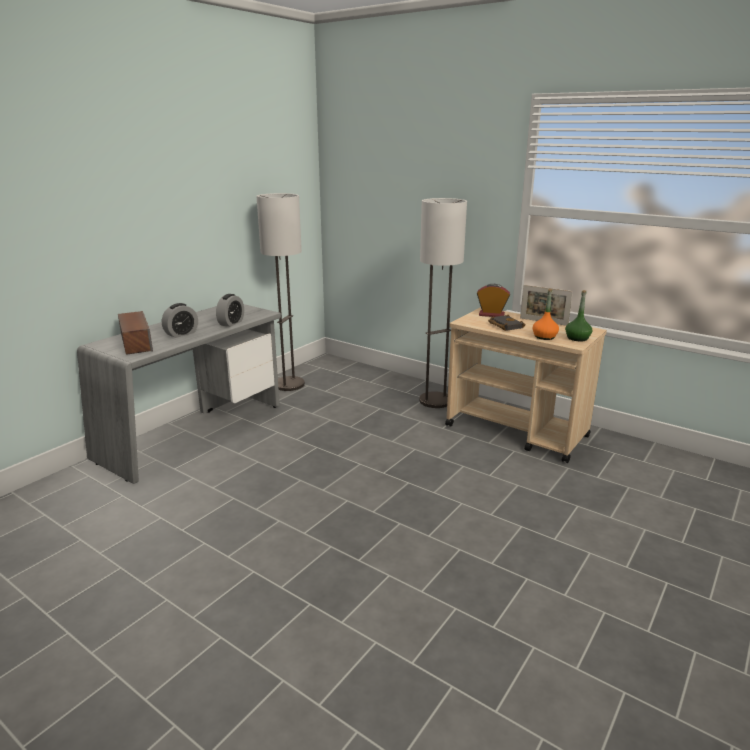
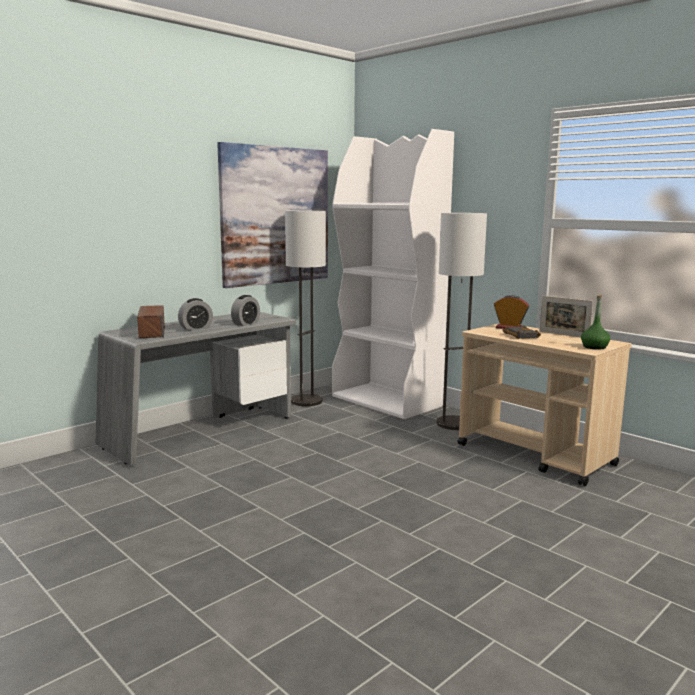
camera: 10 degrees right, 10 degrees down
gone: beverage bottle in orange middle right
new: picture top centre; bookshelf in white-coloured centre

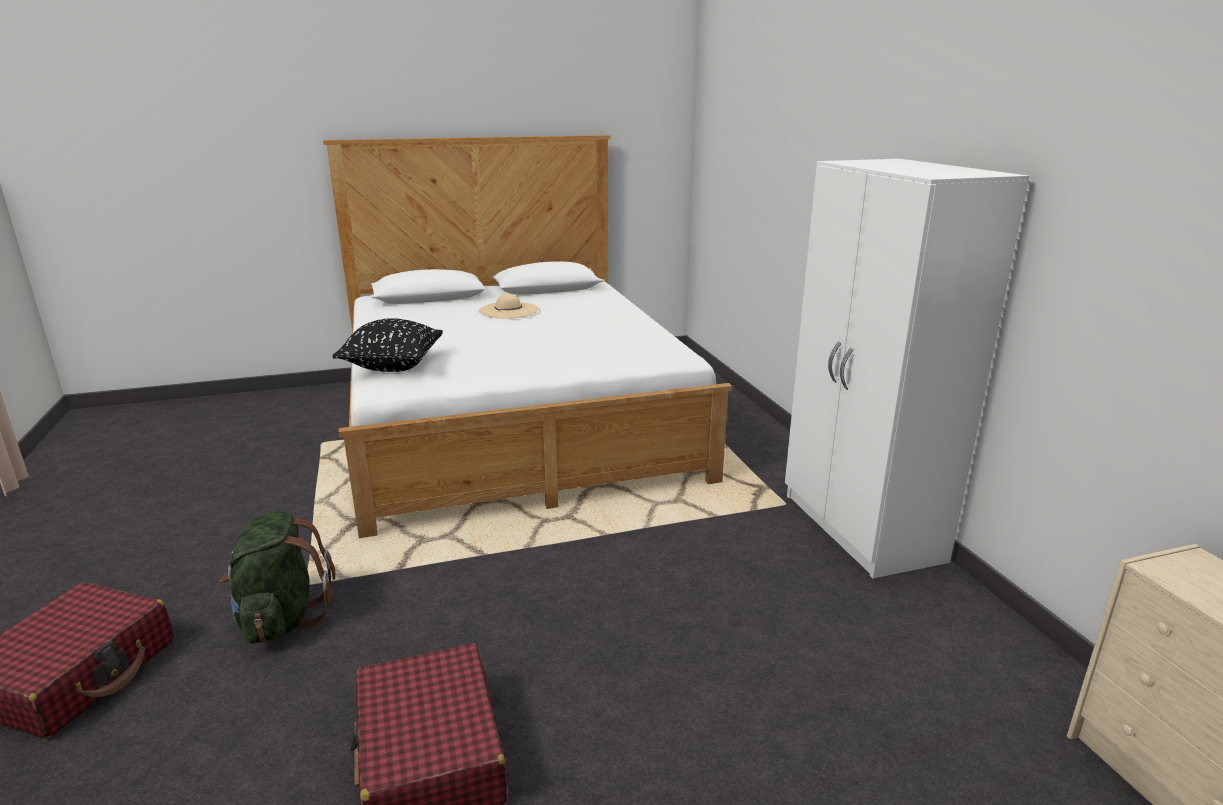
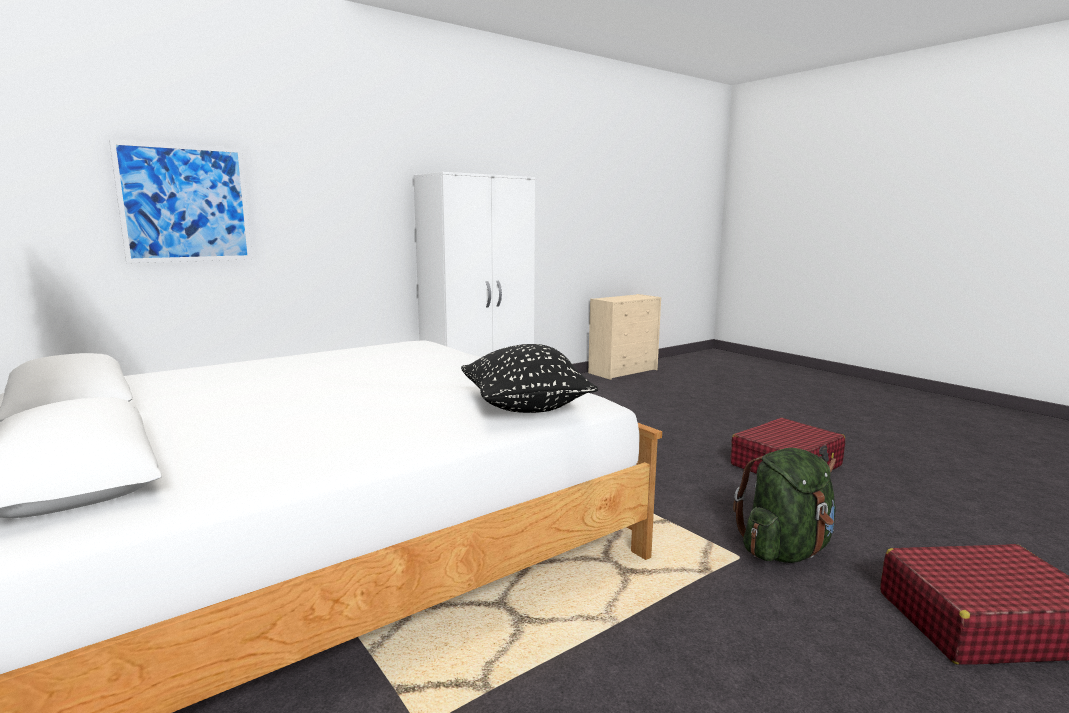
camera: 110 degrees left, 10 degrees down
gone: hat in beige-coloured centre
new: picture top left

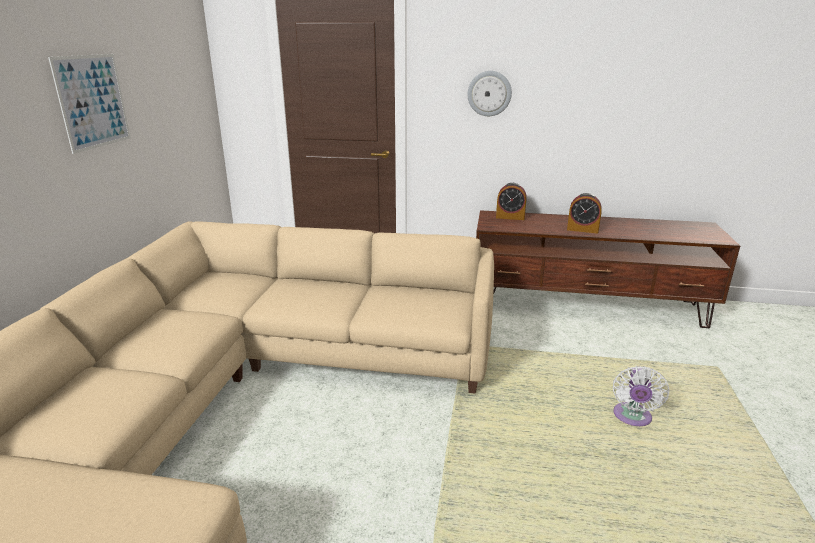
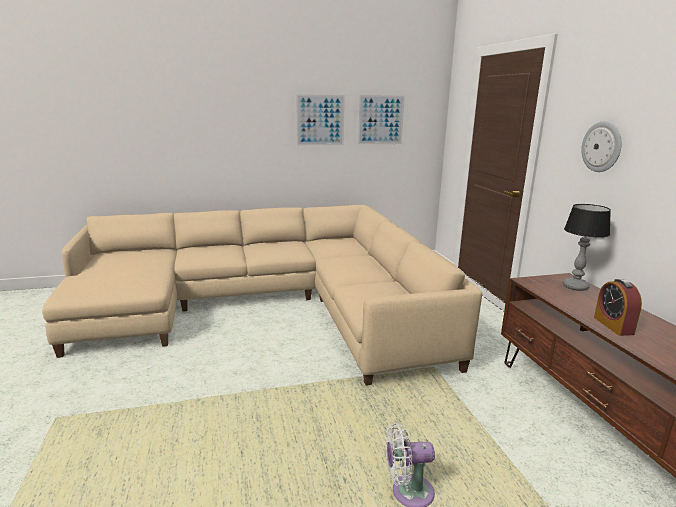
camera: 65 degrees right, 5 degrees down
new: picture (no. 2 from left) top centre
swapped: table clock (no. 1 from left) centre to table lamp middle right

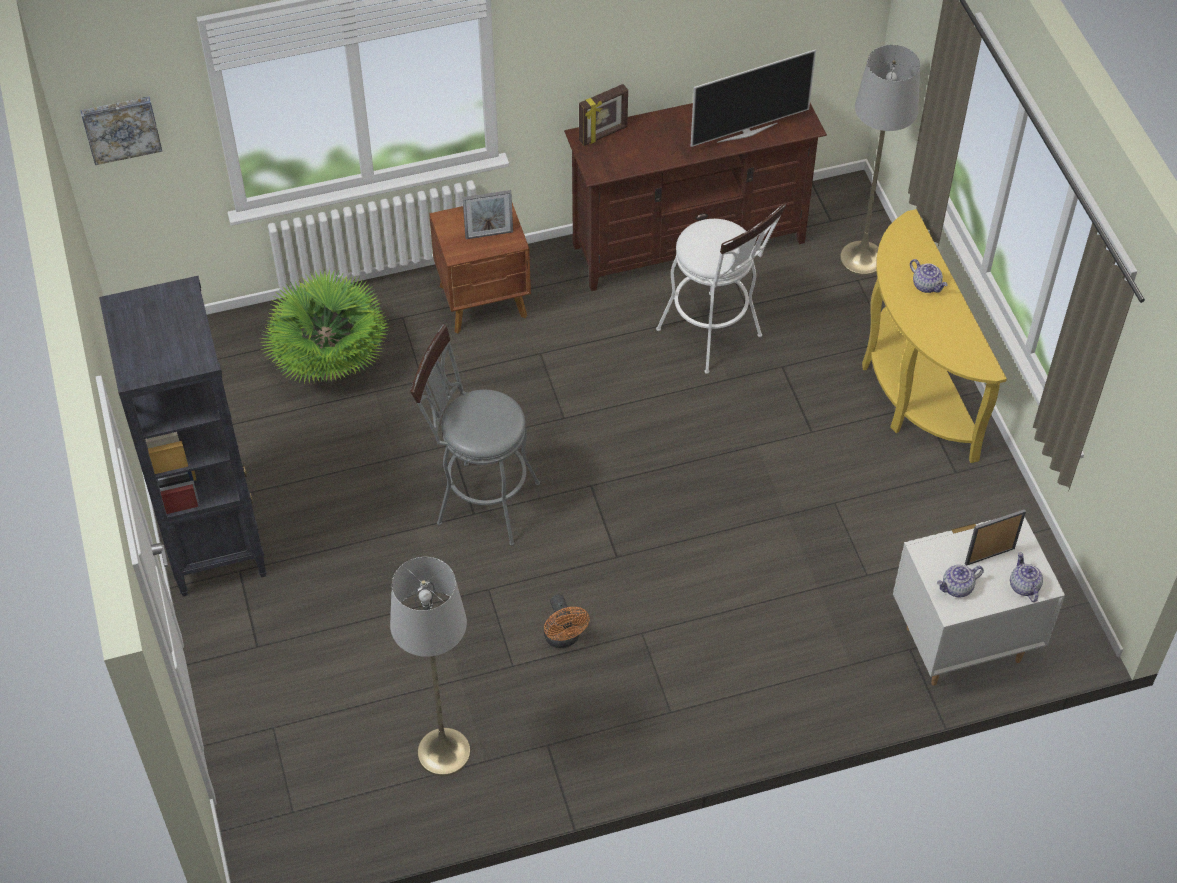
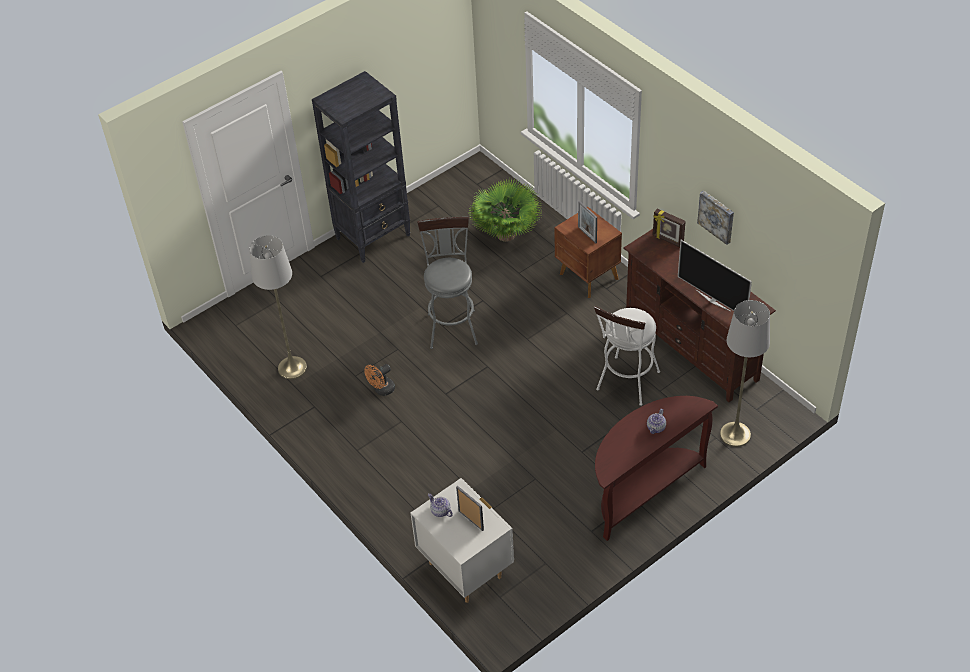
camera: 70 degrees right, 5 degrees down
gone: teapot (no. 3 from left) middle right
shifted: picture top left to top right
repainted: hall table in yellow-coloured middle right to hall table in brown bottom right

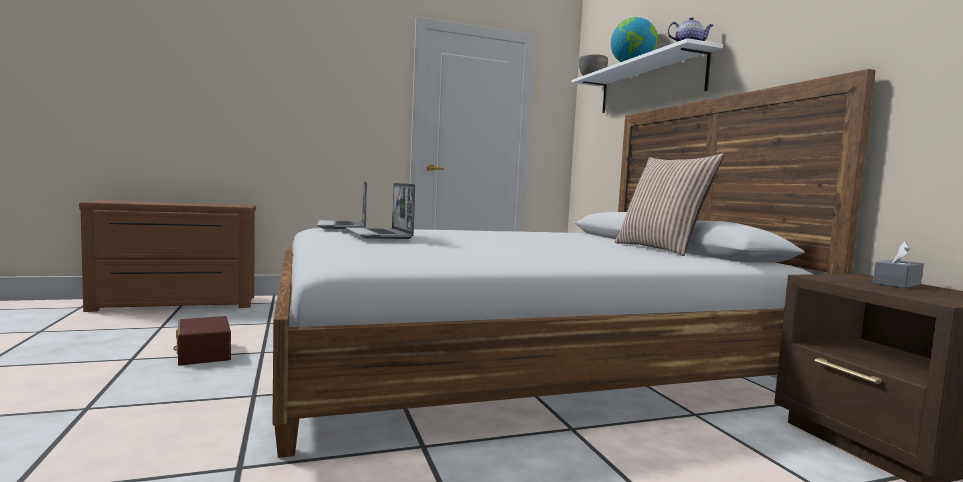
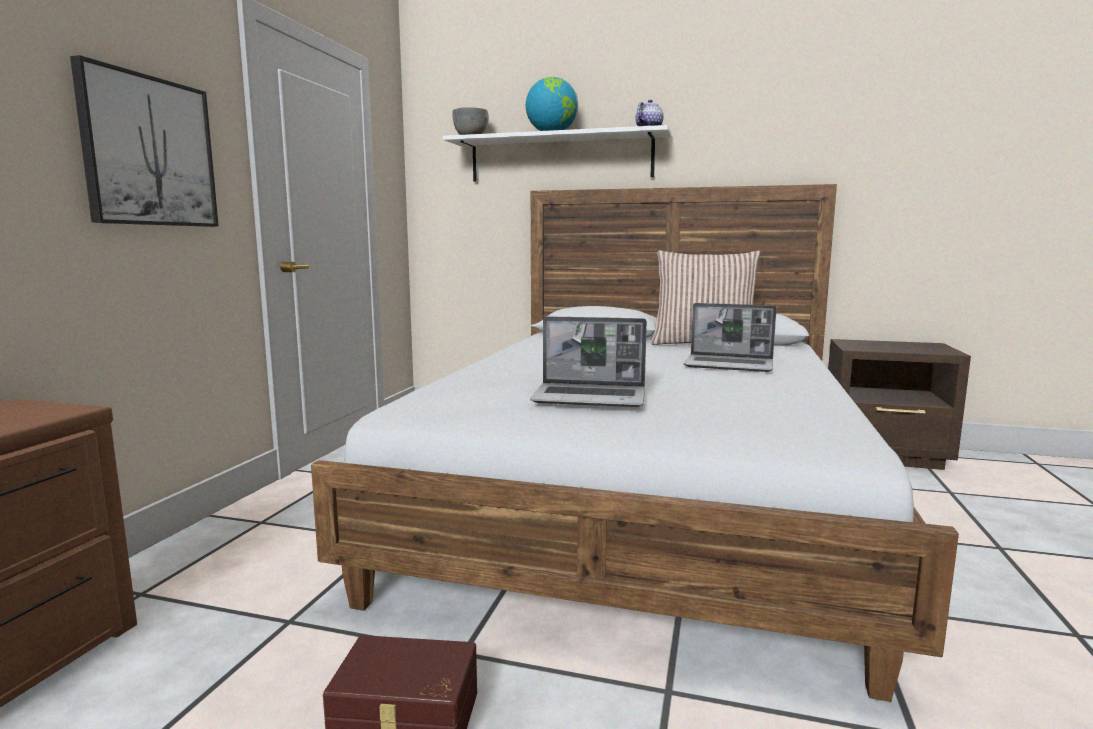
camera: 55 degrees left, 5 degrees up
gone: tissue box in grey middle right
new: picture top left
shifted: laptop (no. 1 from left in the first image) centre to laptop (no. 2 from left) middle right

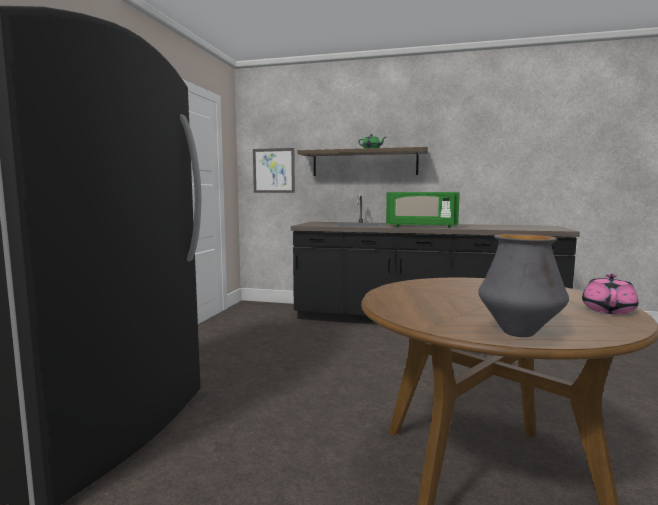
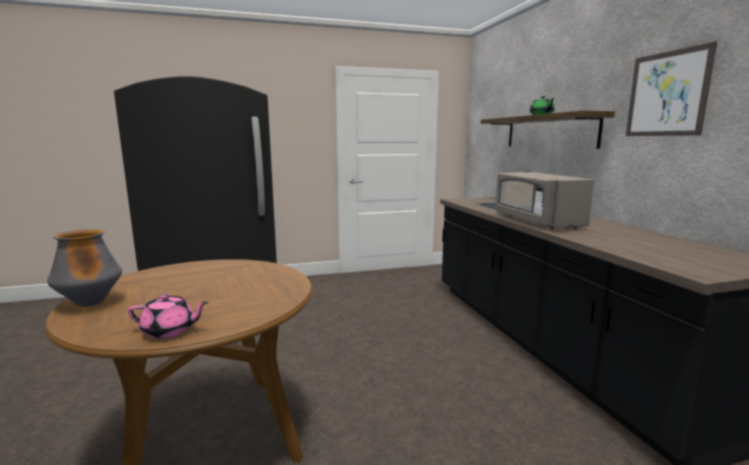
camera: 60 degrees right, 5 degrees up
shifted: picture centre to top right
repainted: kitchen microwave in green centre to kitchen microwave in grey middle right

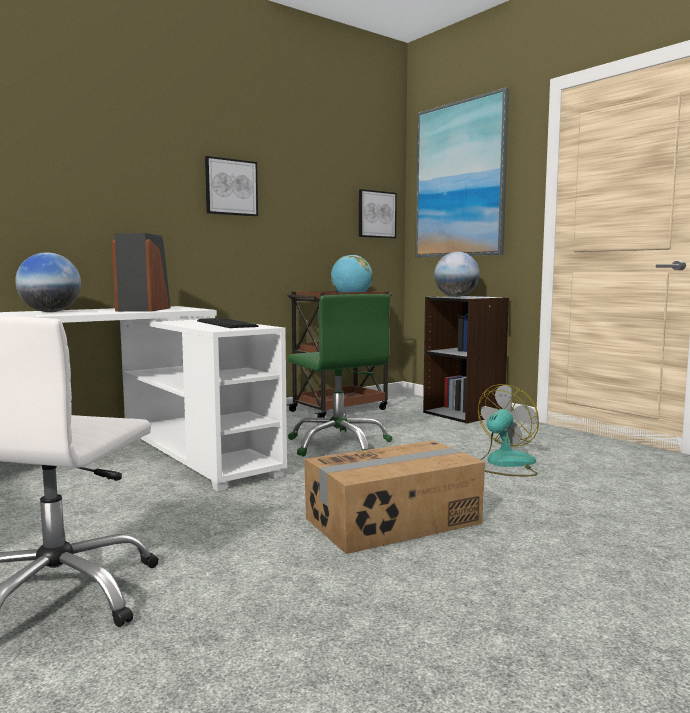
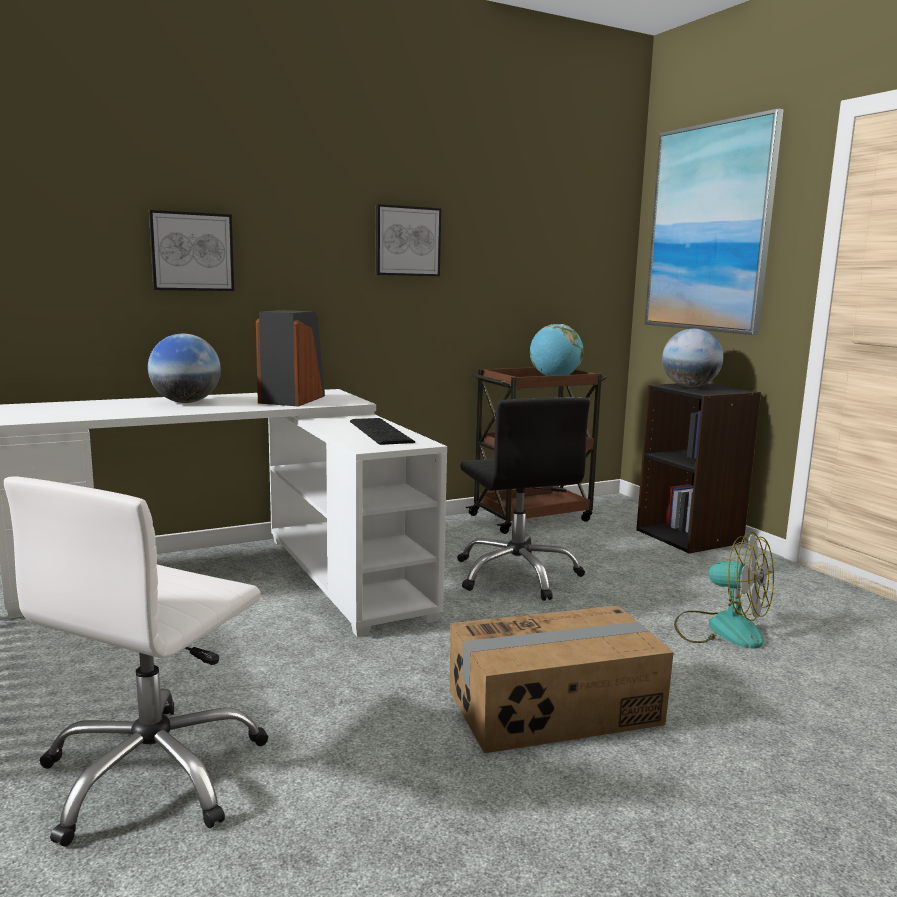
camera: 10 degrees right, 5 degrees up
shifted: picture (no. 2 from left in the first image) top centre to picture (no. 1 from left) top left
repainted: office chair in green centre to office chair in black centre
rotated: cooling fan middle right = middle right 75 degrees clockwise

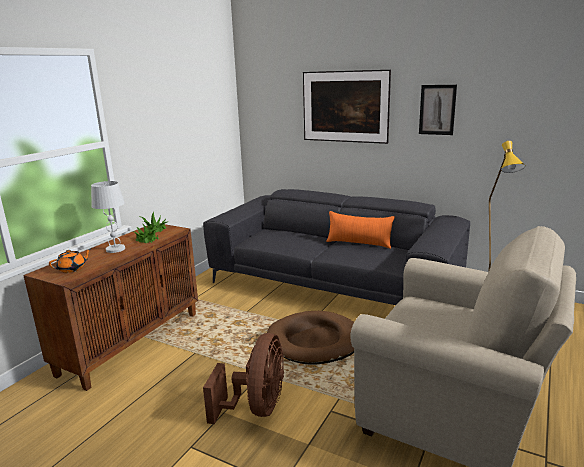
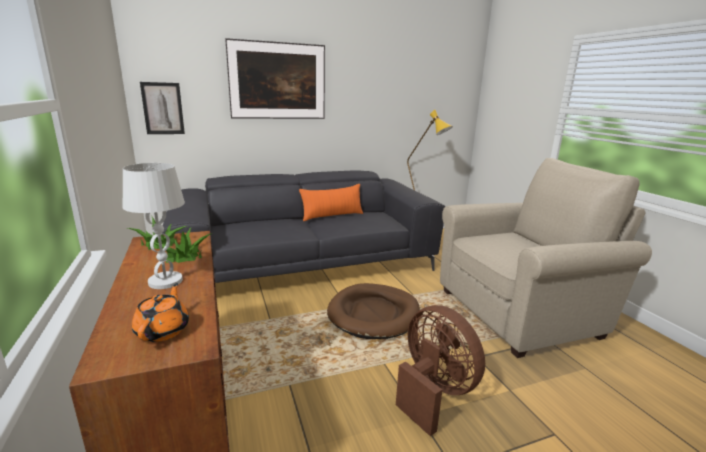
camera: 50 degrees left, 0 degrees up
shifted: picture (no. 2 from left in the first image) top right to picture (no. 1 from left) top left

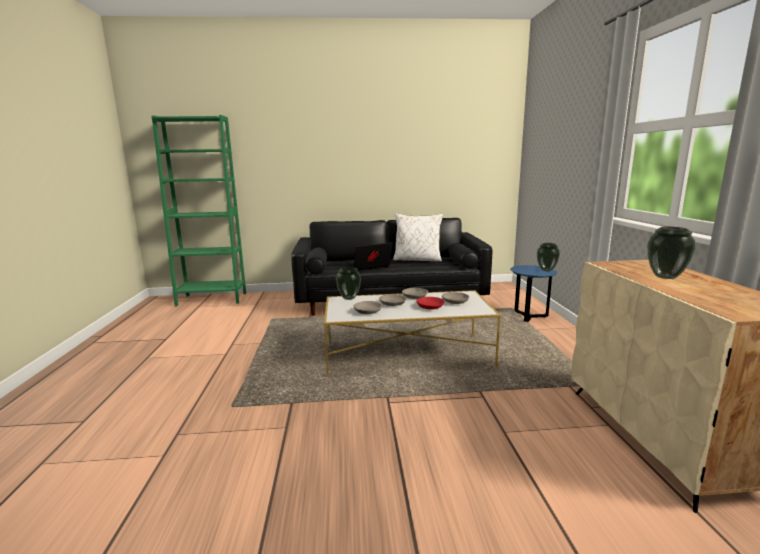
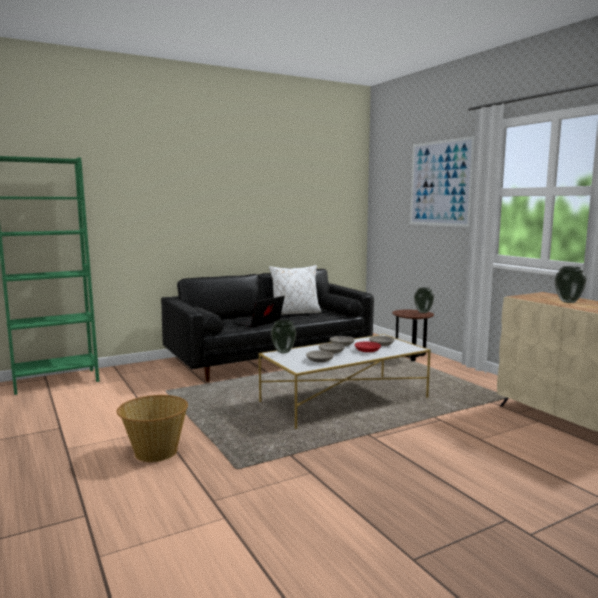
camera: 25 degrees left, 5 degrees down
new: household basket bottom left; picture top right
repainted: end table in blue middle right to end table in brown middle right

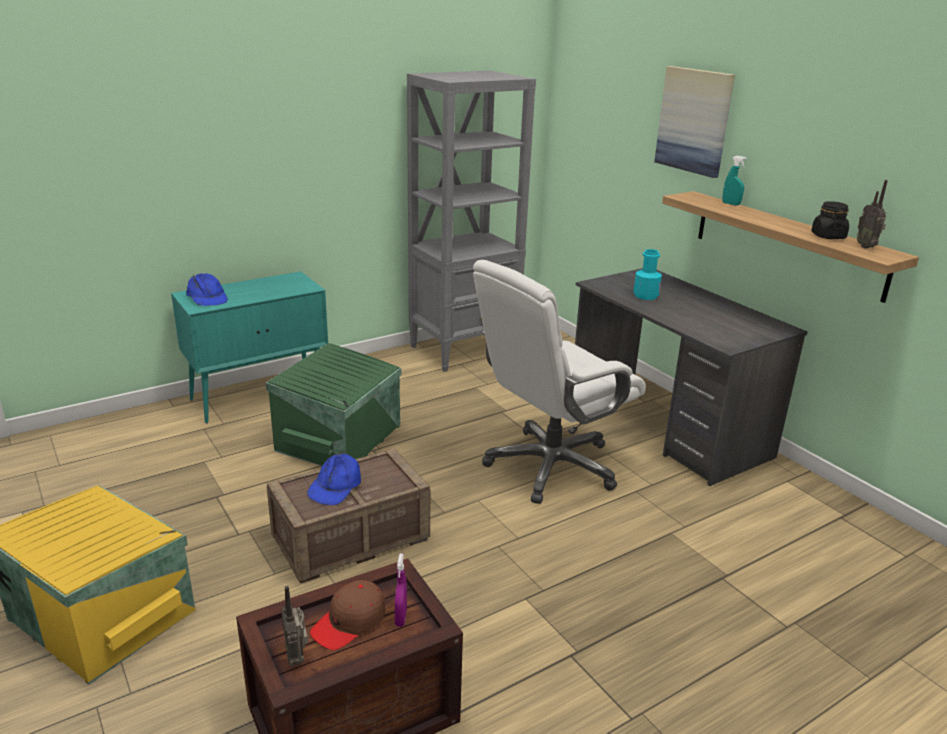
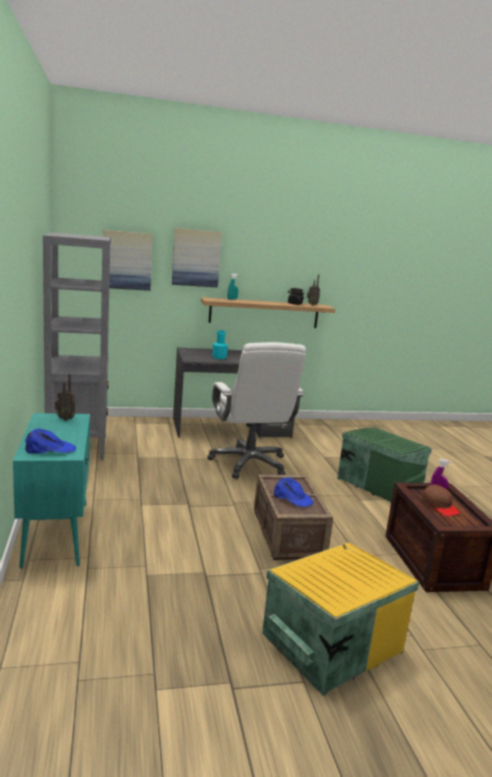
camera: 70 degrees left, 10 degrees down
new: picture (no. 1 from left) middle left
shifted: radio (no. 1 from left) bottom left to middle left; storage box in green centre to middle right

